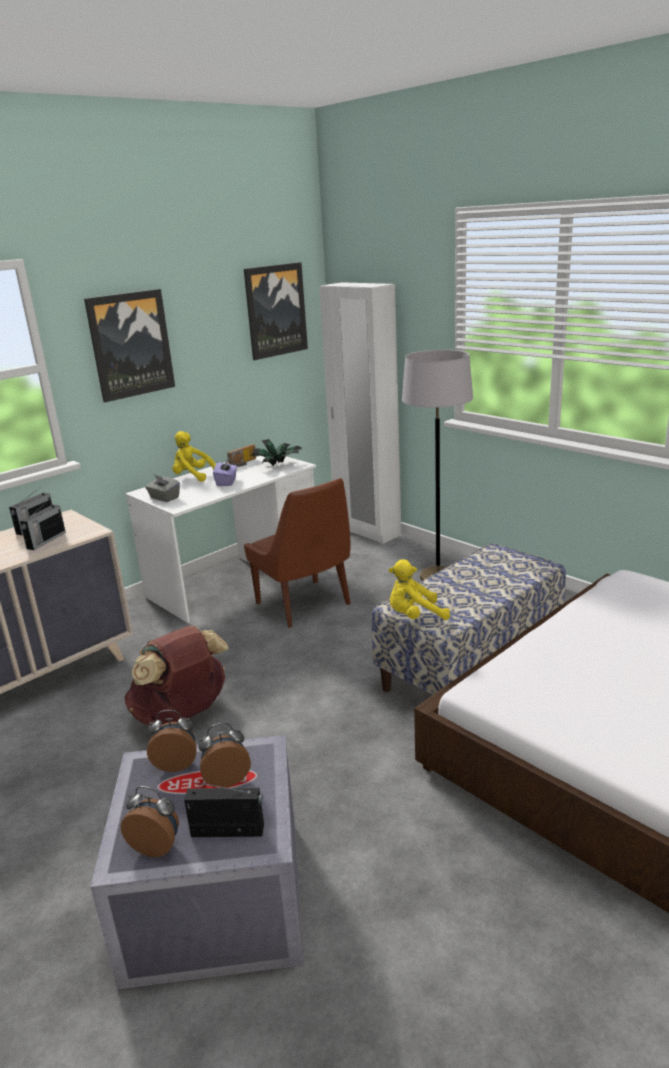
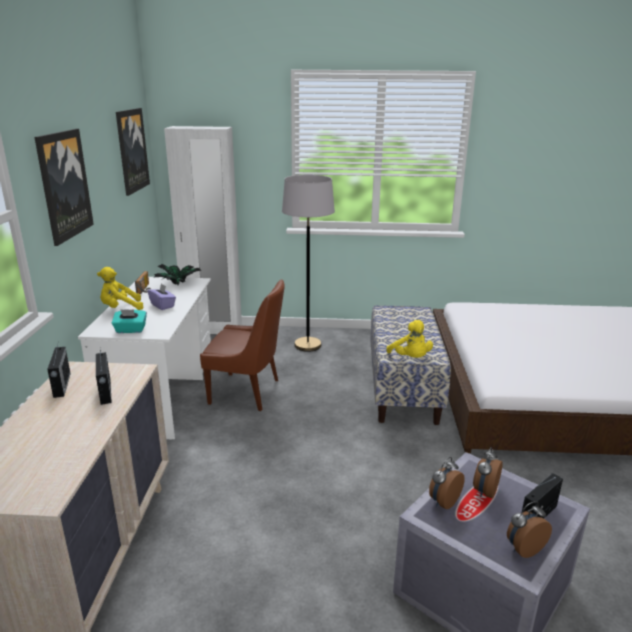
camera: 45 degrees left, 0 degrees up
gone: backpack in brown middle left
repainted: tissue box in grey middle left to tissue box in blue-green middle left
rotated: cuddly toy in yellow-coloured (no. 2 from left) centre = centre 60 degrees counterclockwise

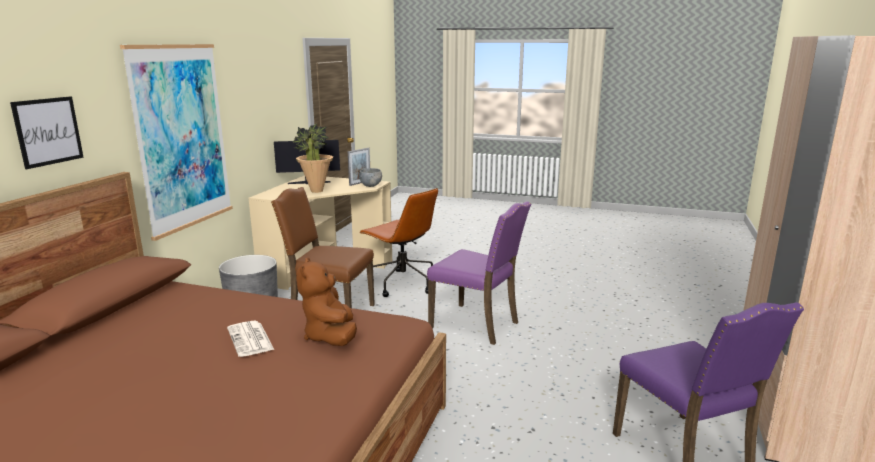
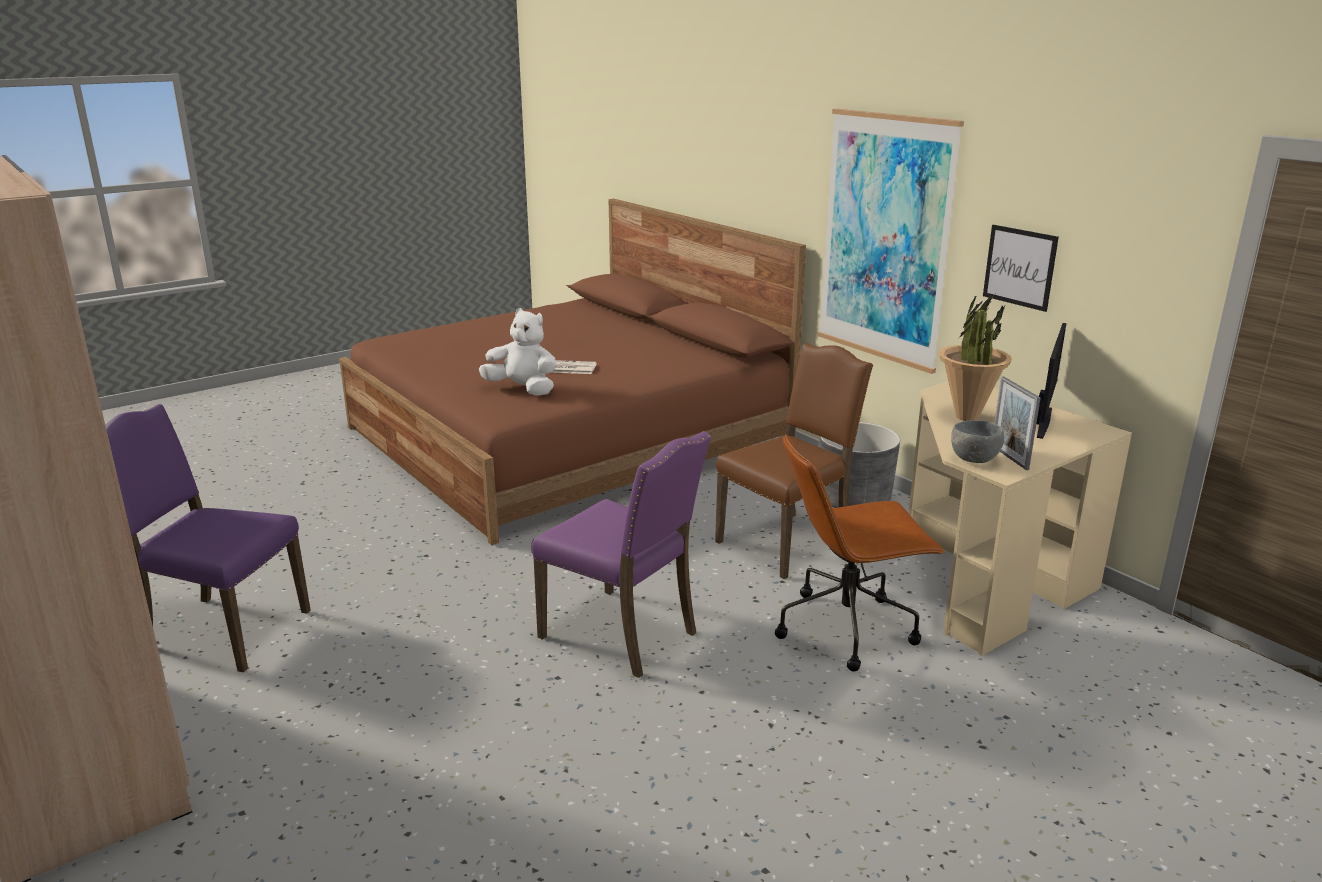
camera: 125 degrees right, 5 degrees up
shifted: picture (no. 1 from left in the first image) top left to picture (no. 2 from left) top right
repainted: cuddly toy in brown centre to cuddly toy in white-coloured centre
rotated: chair in purple (no. 1 from left in the first image) centre = centre 120 degrees counterclockwise

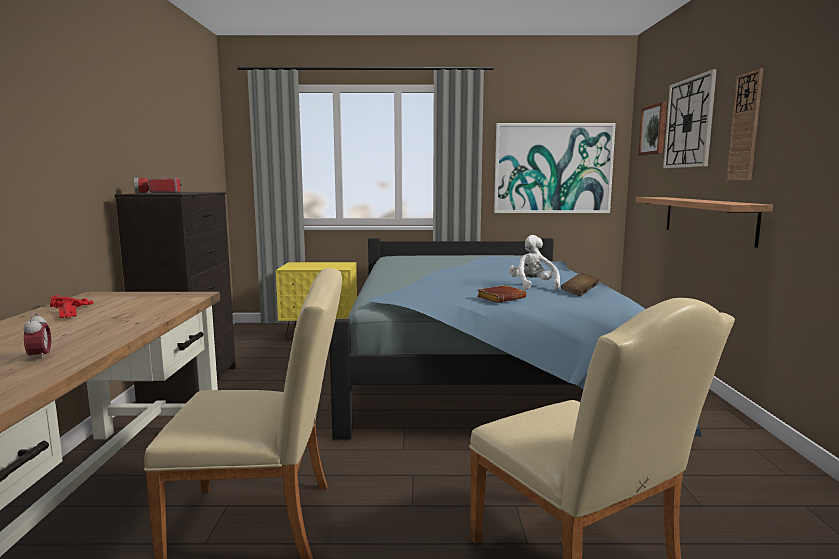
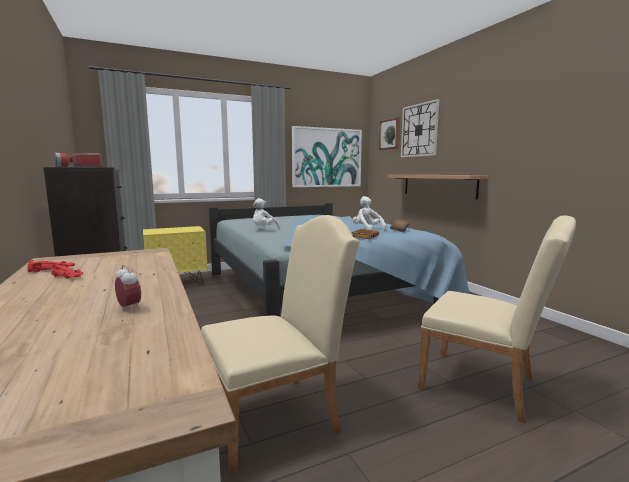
camera: 25 degrees left, 0 degrees up
gone: clock on the wall (no. 2 from left) top right
new: cuddly toy in white-coloured (no. 1 from left) centre

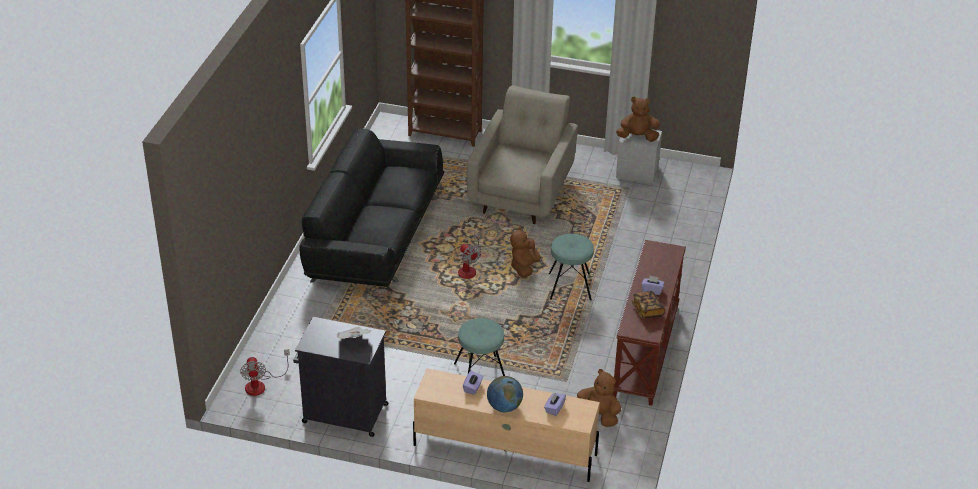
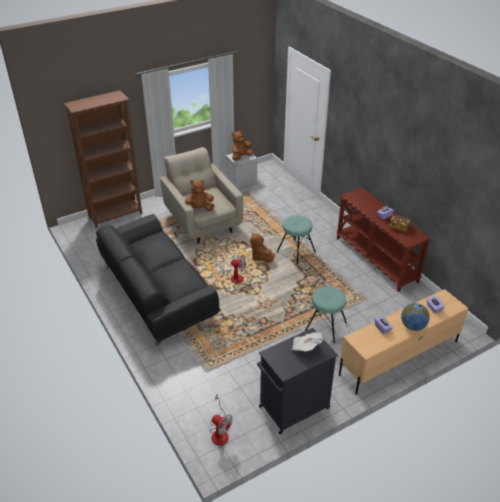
camera: 45 degrees left, 0 degrees up
shifted: cuddly toy in brown (no. 2 from left in the first image) bottom centre to cuddly toy in brown (no. 1 from left) centre

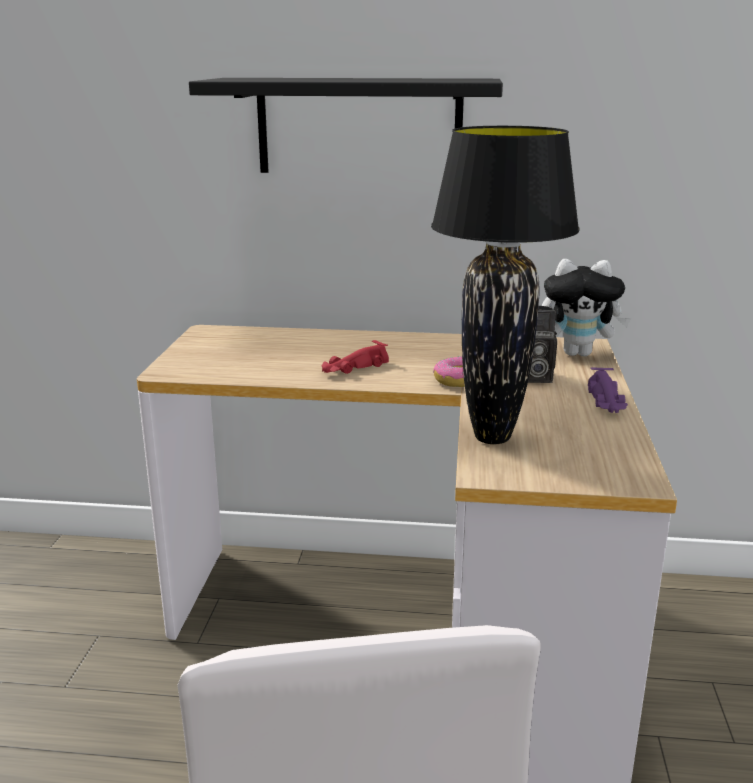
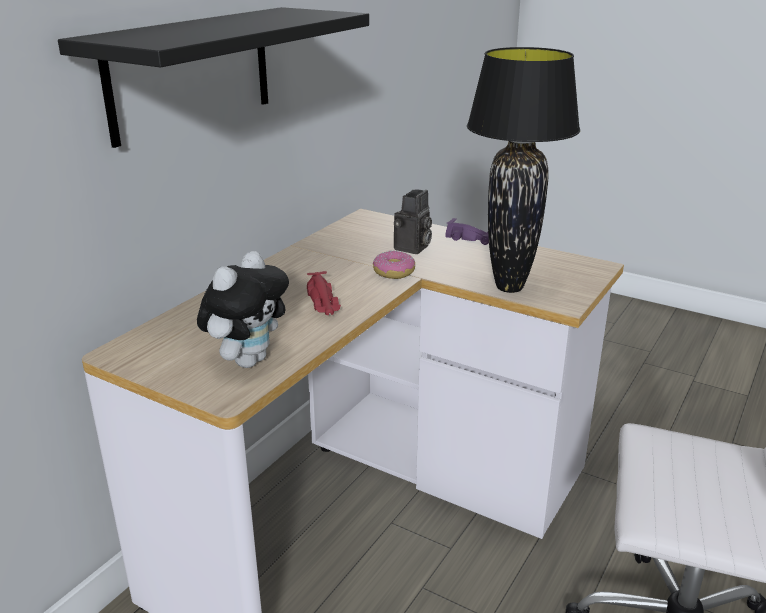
camera: 65 degrees left, 5 degrees up
shifted: cuddly toy middle right to middle left

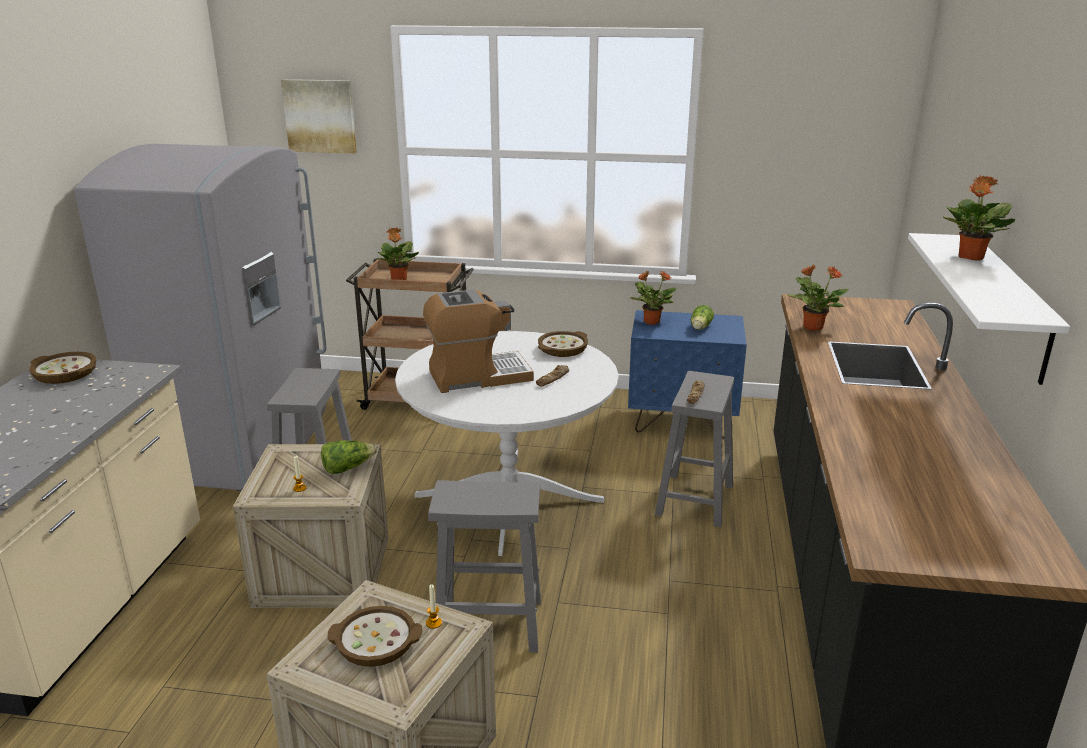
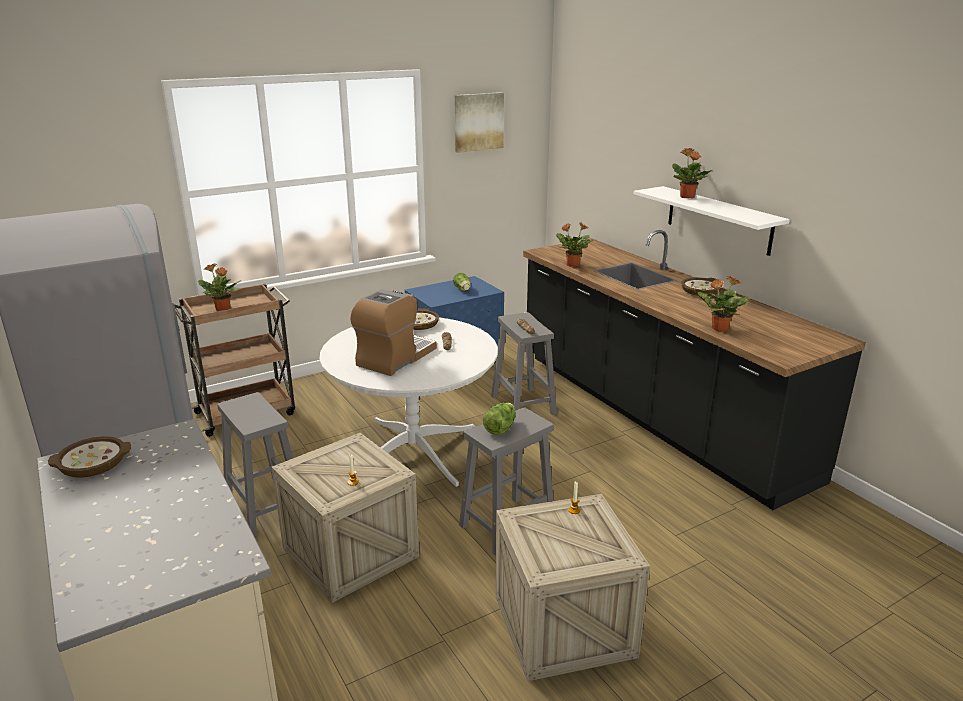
camera: 40 degrees left, 0 degrees up
shifted: picture top left to top centre; lettuce head (no. 1 from left in the first image) middle left to lettuce head (no. 2 from left) centre; serving bowl (no. 2 from left in the first image) bottom centre to serving bowl (no. 3 from left) middle right; houseplant (no. 2 from left in the first image) centre to houseplant (no. 4 from left) middle right

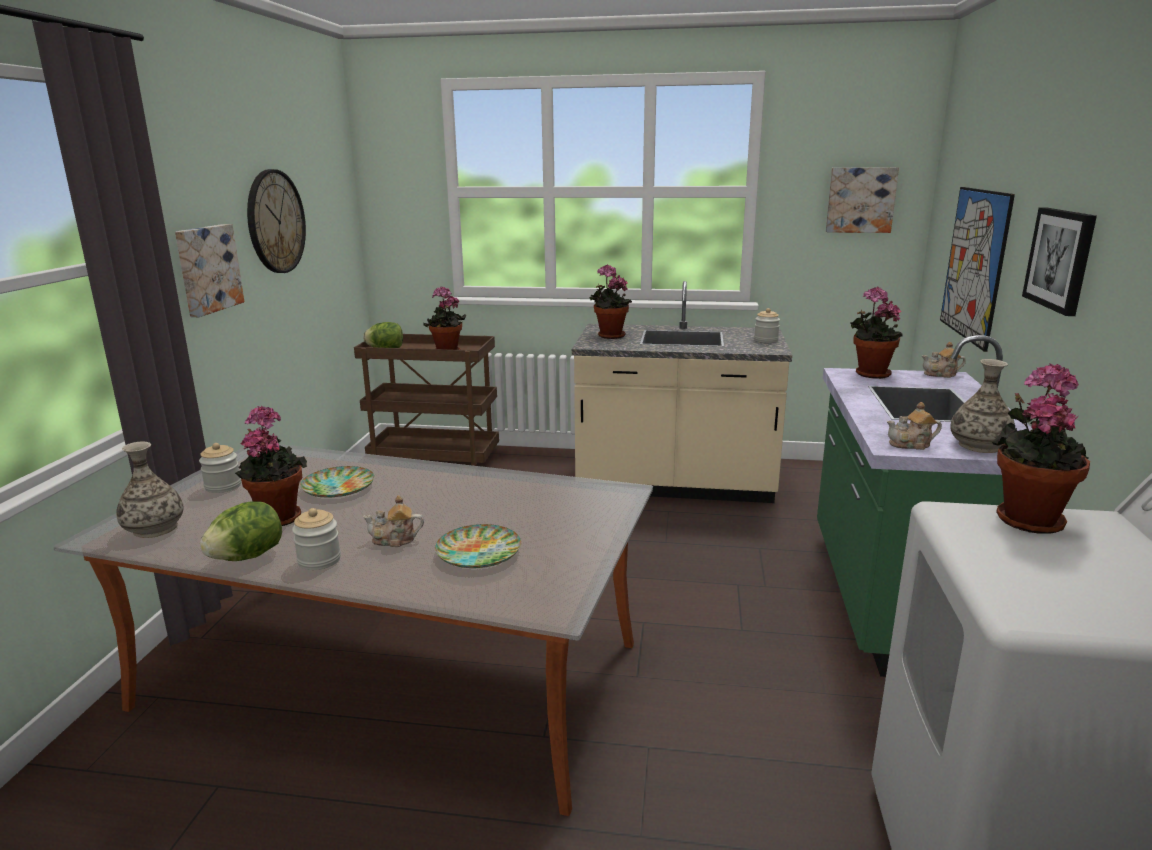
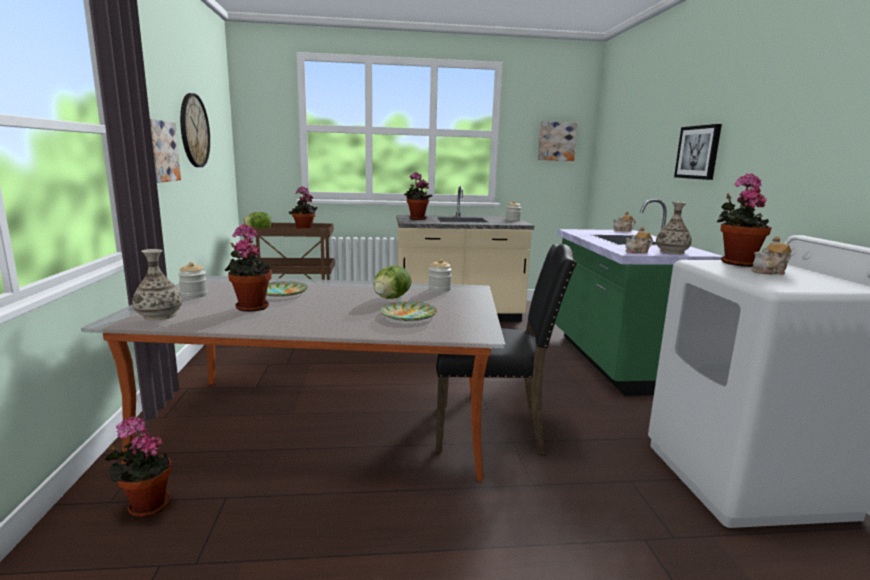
camera: 15 degrees left, 5 degrees down
gone: picture (no. 3 from left) top right
new: chair in black centre
shifted: houseplant (no. 4 from left in the first image) middle right to houseplant (no. 1 from left) bottom left; lettuce head (no. 1 from left in the first image) middle left to lettuce head (no. 2 from left) centre; preserve jar (no. 2 from left) middle left to centre; teapot (no. 1 from left in the first image) centre to teapot (no. 3 from left) middle right

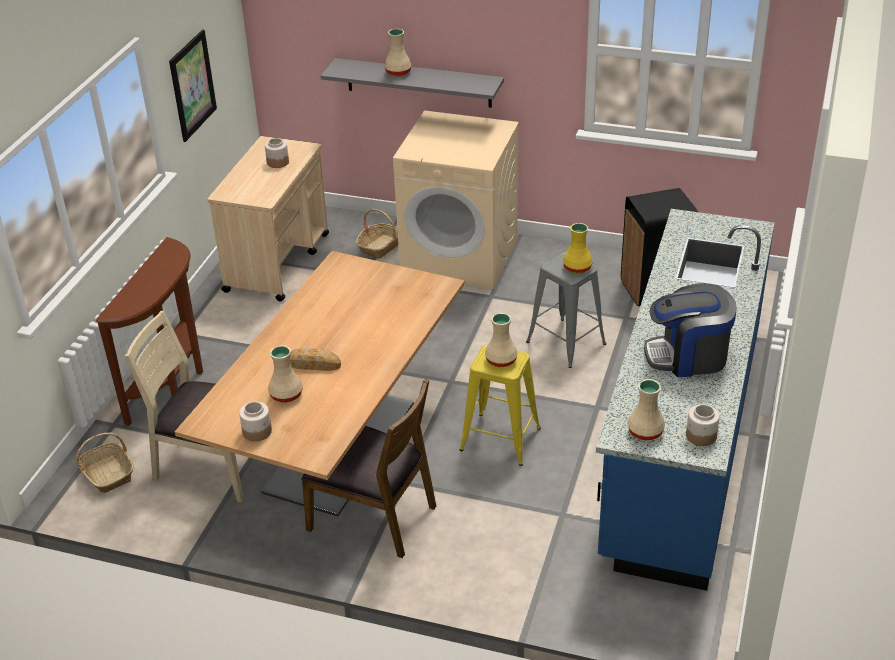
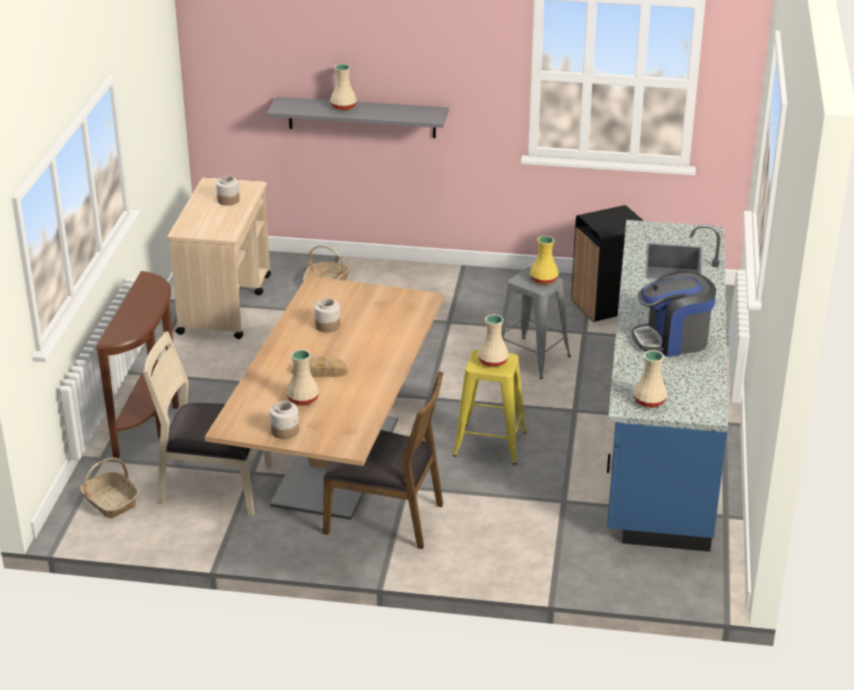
camera: 10 degrees left, 5 degrees down
gone: picture top left; washing machine in beige-coloured top centre
shifted: preserve jar (no. 3 from left) middle right to centre

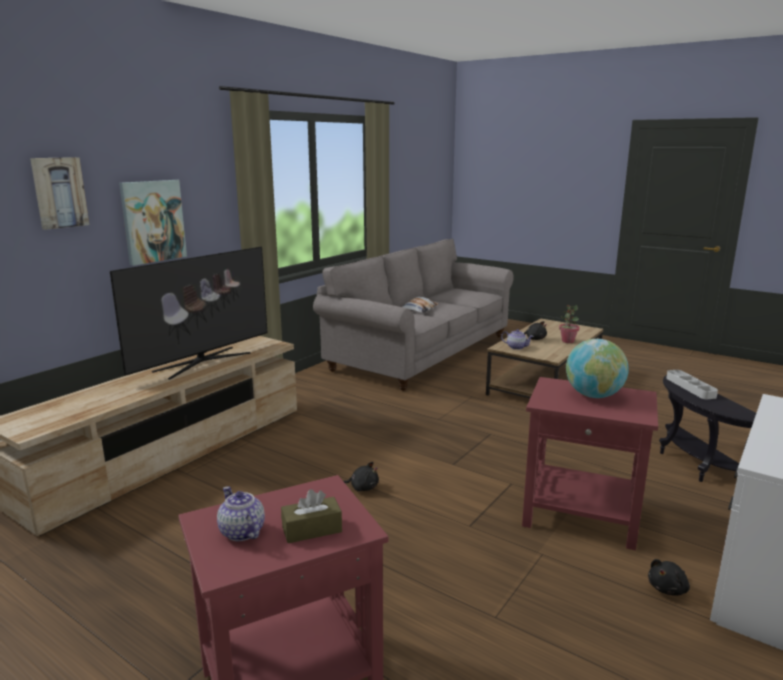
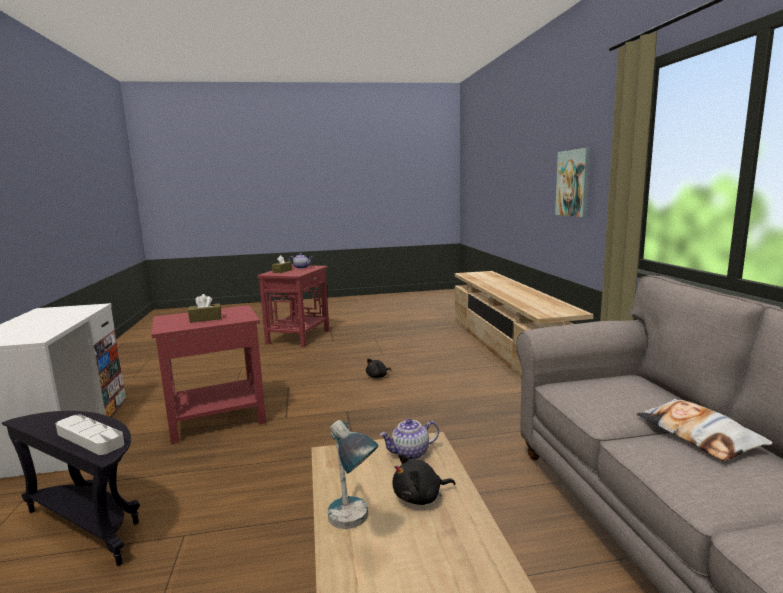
camera: 135 degrees right, 5 degrees down
gone: picture (no. 1 from left) top left; TV set middle left; cuddly toy in black (no. 3 from left) bottom right
swapped: globe middle right to tissue box in brown (no. 1 from left) middle left; houseplant middle right to table lamp bottom centre

